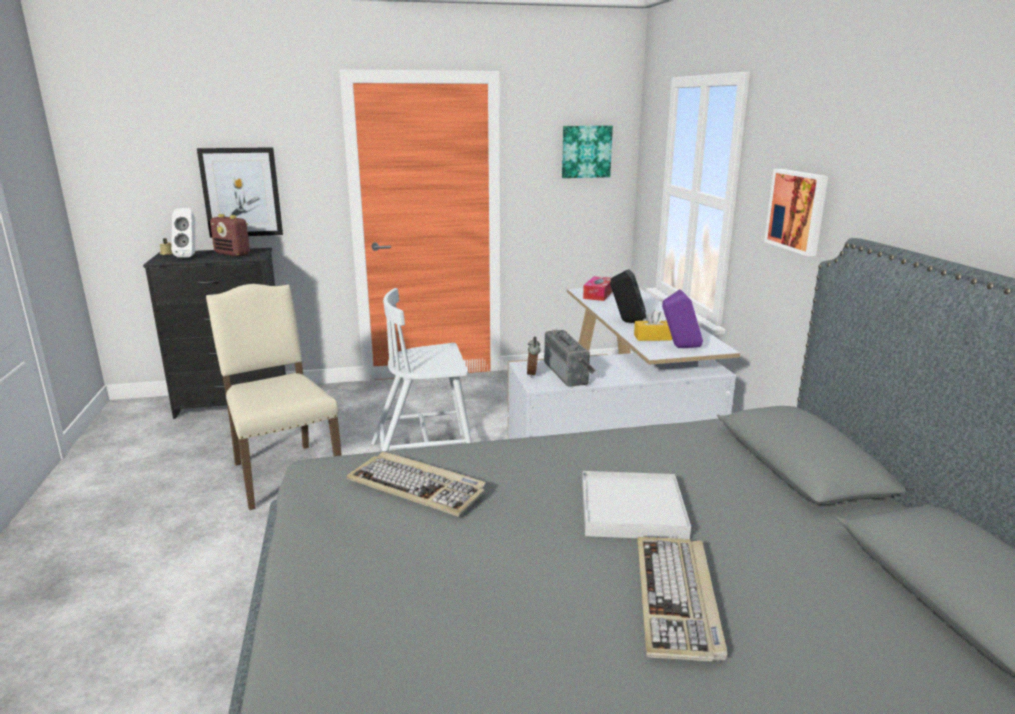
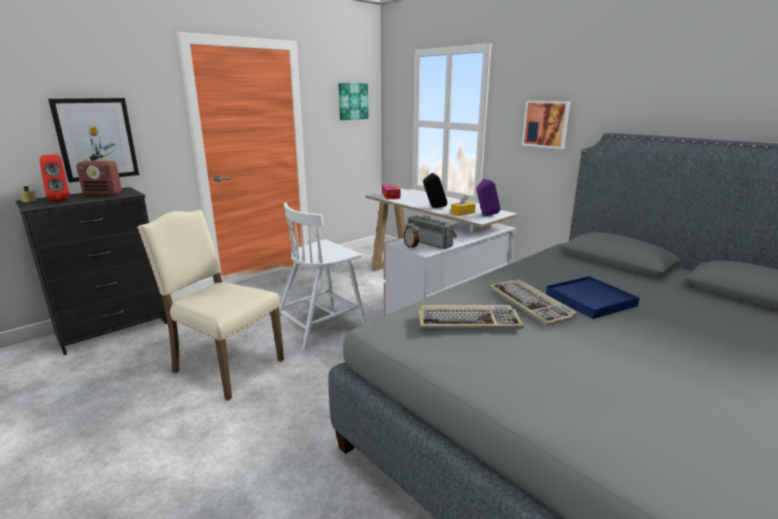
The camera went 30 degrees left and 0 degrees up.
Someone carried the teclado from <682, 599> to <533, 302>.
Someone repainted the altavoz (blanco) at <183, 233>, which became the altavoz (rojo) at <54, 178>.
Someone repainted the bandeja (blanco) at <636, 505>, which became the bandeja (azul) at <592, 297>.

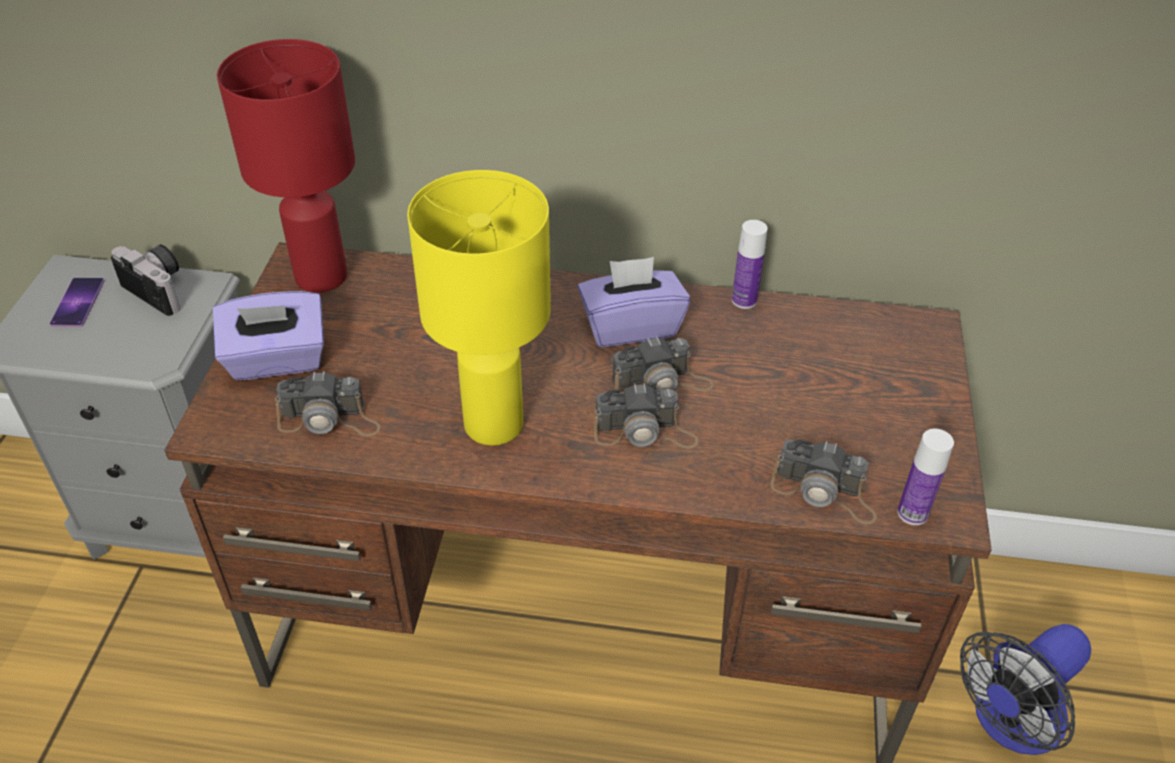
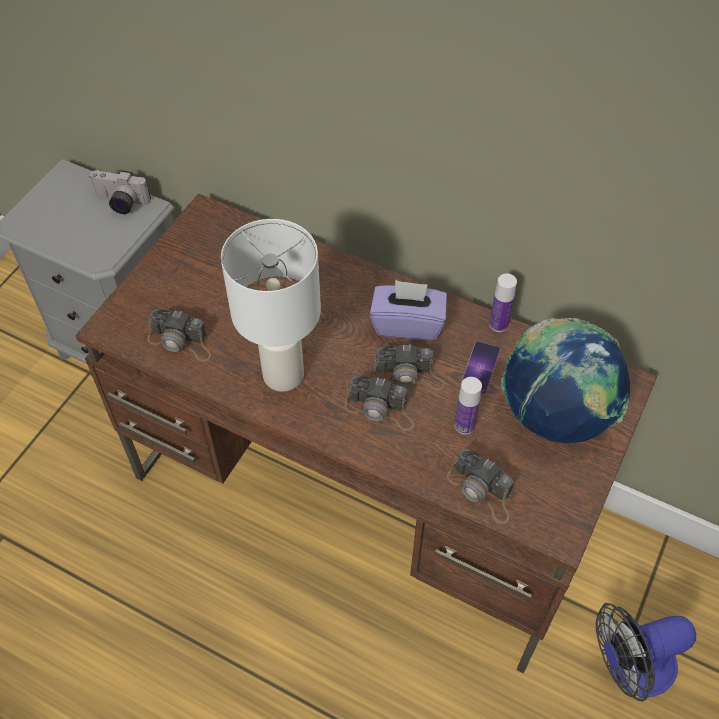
The camera went 20 degrees right and 10 degrees up.
Someone took away the caja de pañuelos (morado) at <268, 335>.
Someone took away the lámpara de mesa (rojo) at <286, 166>.
Someone put down the globo terráqueo at <565, 380>.
Someone carried the móvil from <77, 302> to <480, 368>.
Someone carried the botella from <925, 477> to <468, 406>.
Someone repainted the lámpara de mesa (amarillo) at <479, 308>, which became the lámpara de mesa (blanco) at <271, 305>.
Someone rotated the cámara at <146, 280> by 135 degrees clockwise.

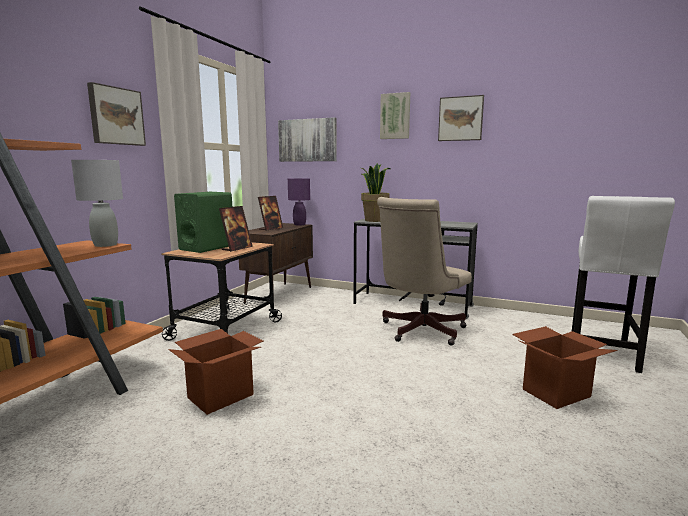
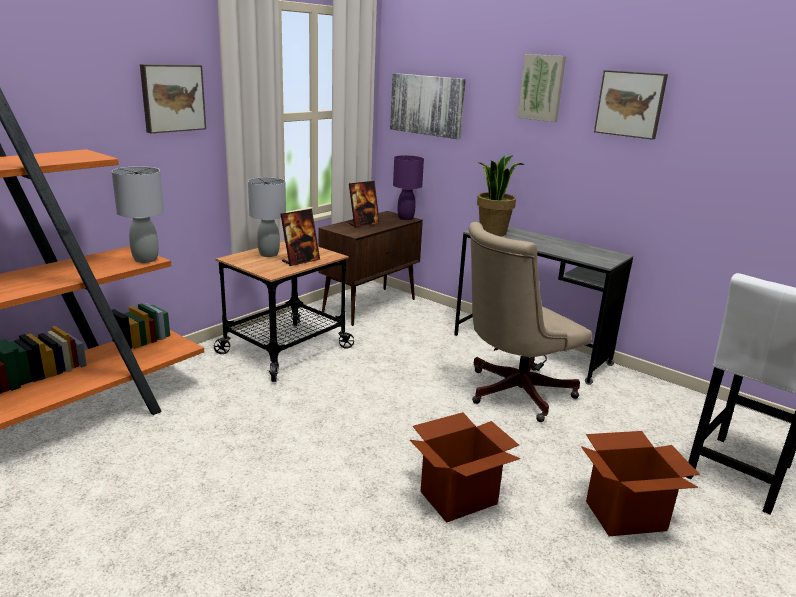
The camera went 15 degrees right and 10 degrees up.
Someone carried the caja de cartón from <216, 372> to <465, 467>.
Someone swapped the altavoz (verde) at <203, 222> for the lámpara de mesa (gris) at <267, 217>.

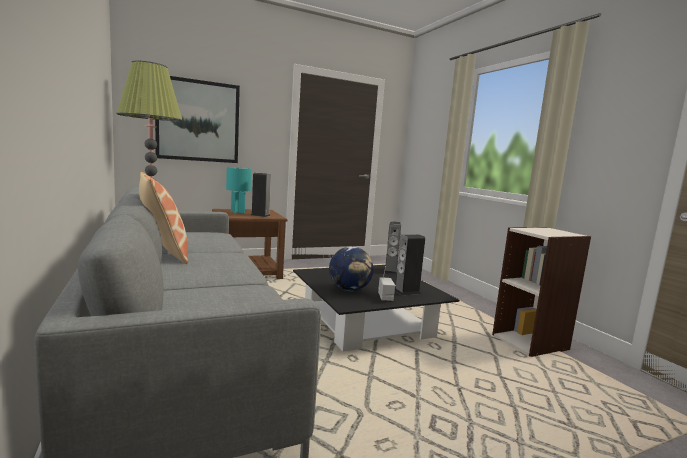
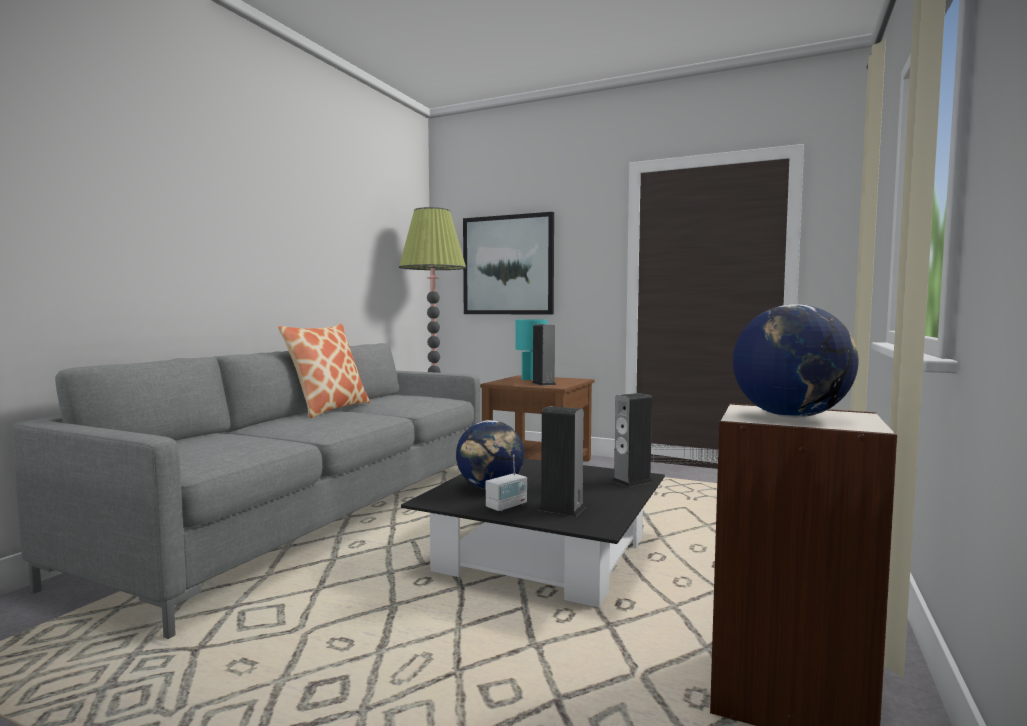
The camera went 50 degrees right and 5 degrees down.
Someone put down the globo terráqueo at <796, 361>.

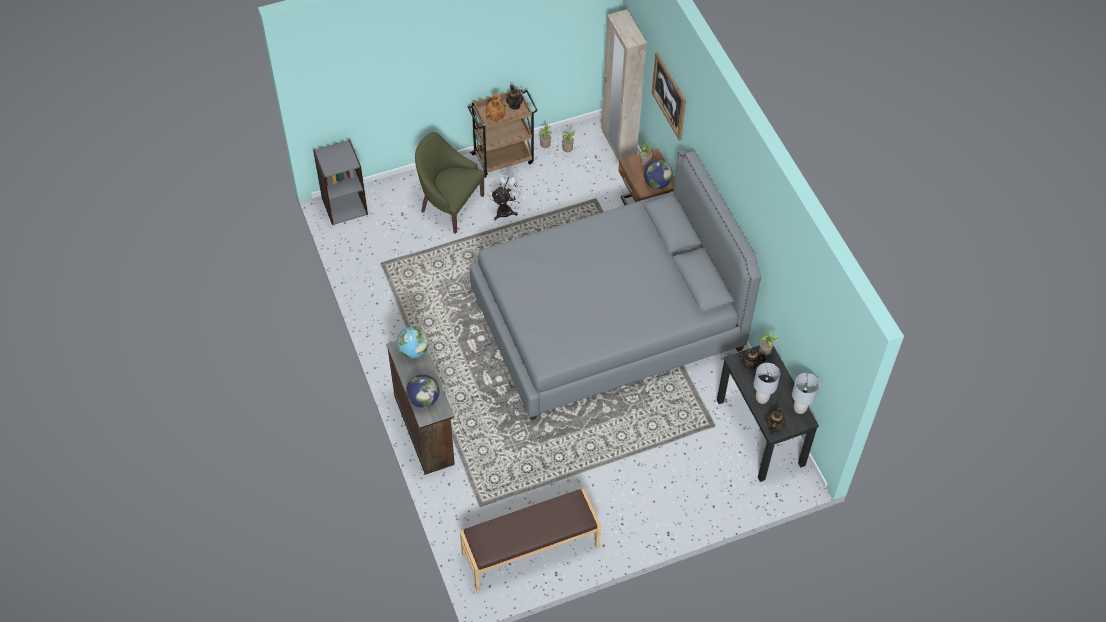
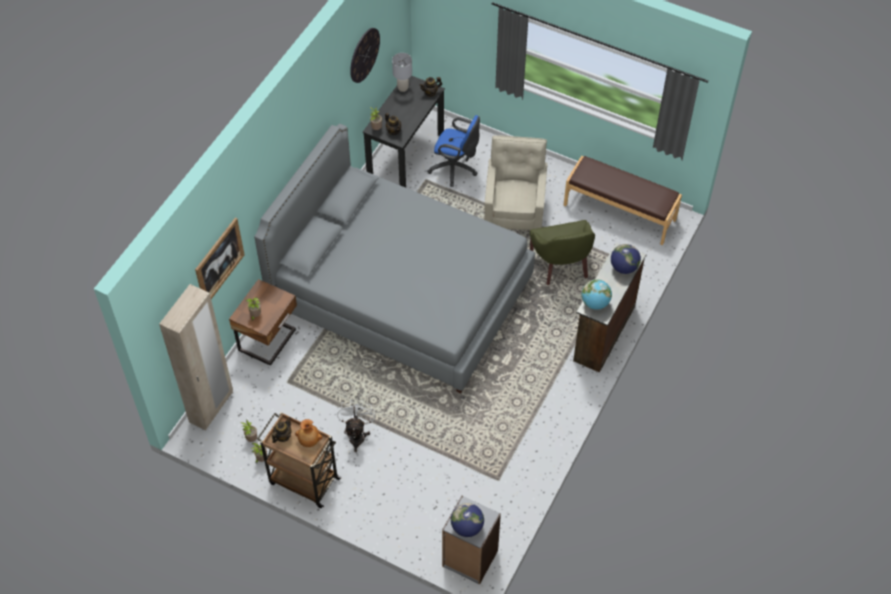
The camera went 130 degrees left and 0 degrees up.
Someone took away the lámpara de mesa (gris) at <767, 383>.
Someone put up the reloj de pared at <365, 55>.
Someone put down the silla de oficina (azul) at <453, 151>.
Someone put down the sillón (beis) at <516, 182>.
Someone carried the sillón (verde) from <450, 183> to <562, 252>.
Someone carried the globo terráqueo from <658, 174> to <467, 520>.
Someone rotated the ventilador (blanco) at <509, 195> by 90 degrees clockwise.

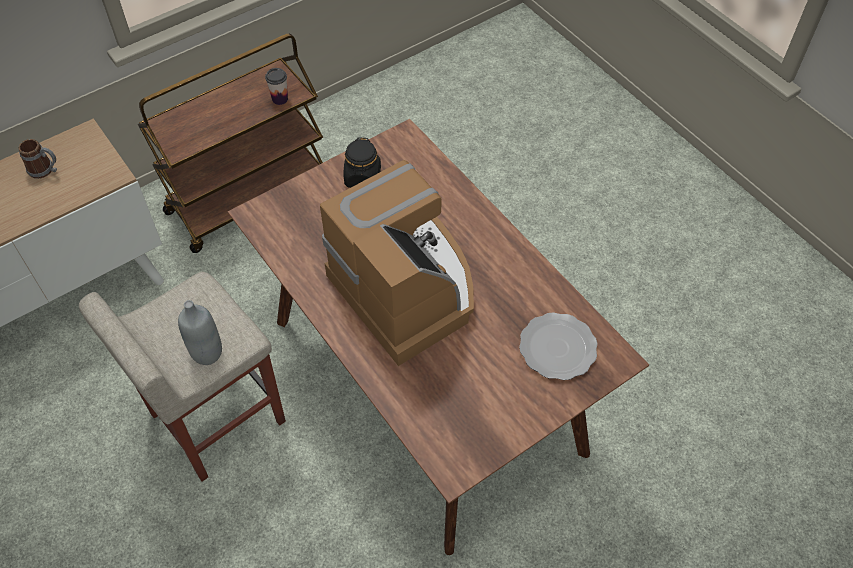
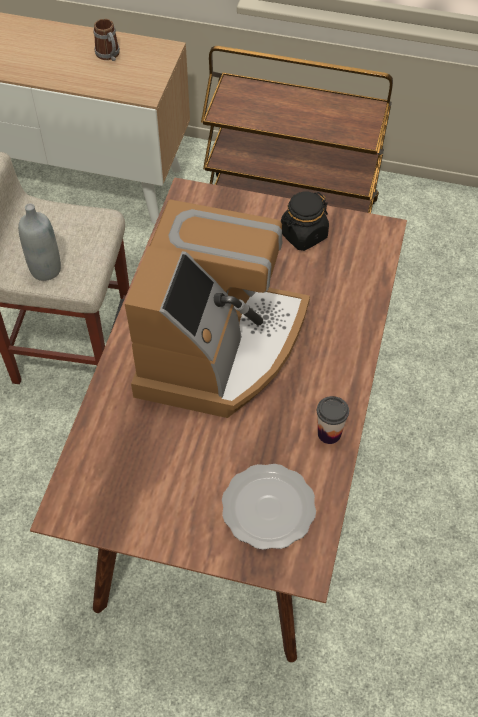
The camera went 50 degrees right and 0 degrees up.
Someone carried the taza from <276, 86> to <333, 420>.

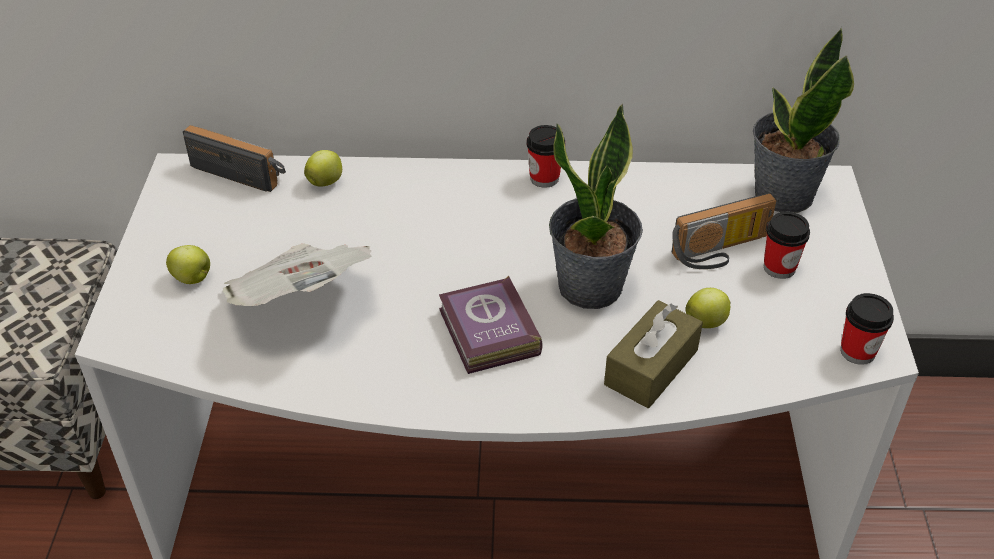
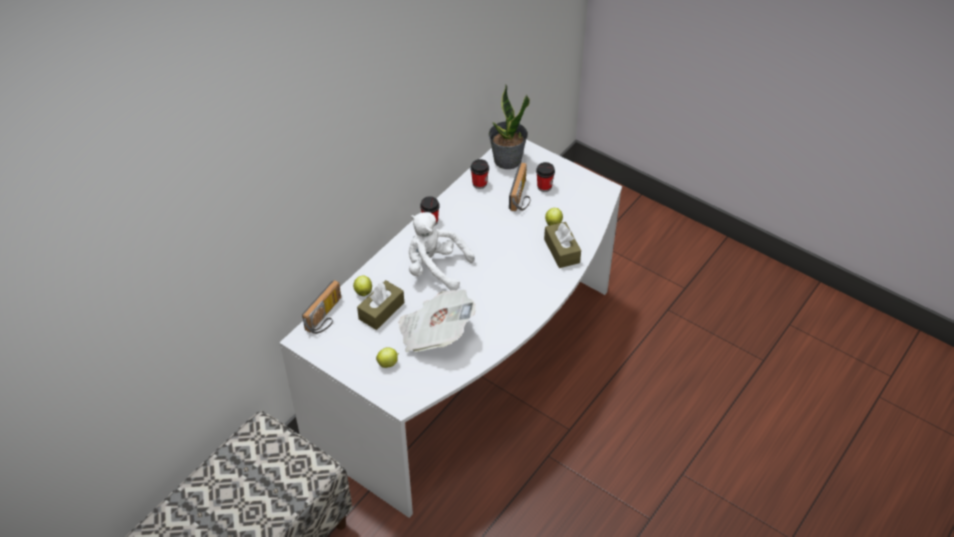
The camera went 55 degrees left and 5 degrees up.
Someone took away the libro at <491, 325>.
Someone took away the planta en maceta at <596, 206>.
Someone put down the caja de pañuelos (marrón) at <380, 305>.
Someone put down the peluche (blanco) at <442, 251>.
Someone carried the taza from <867, 329> to <479, 174>.
Someone rotated the radio at <234, 158> by 150 degrees clockwise.

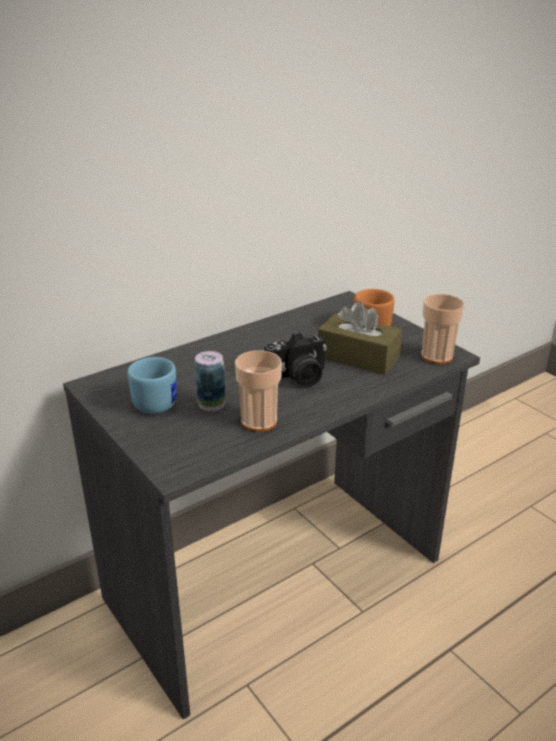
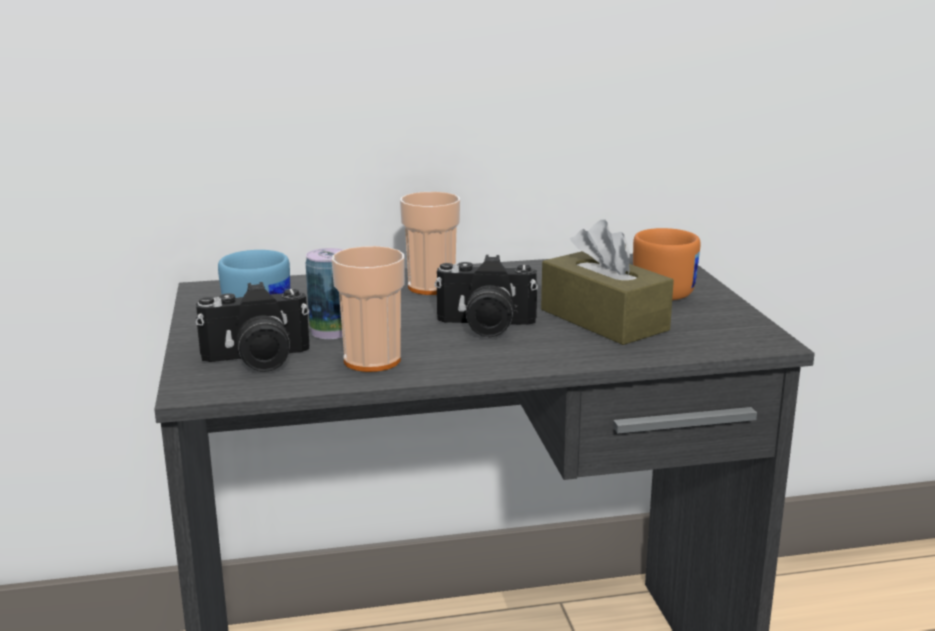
The camera went 25 degrees right and 10 degrees down.
Someone put down the cámara at <252, 327>.
Someone carried the taza from <443, 329> to <430, 243>.

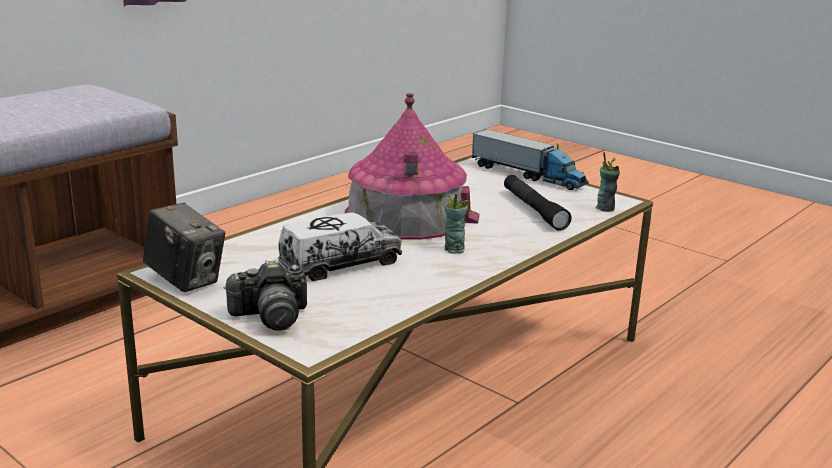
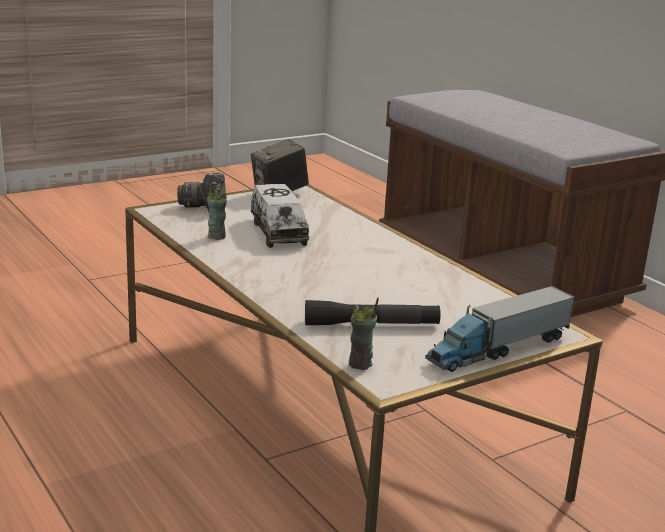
The camera went 105 degrees right and 0 degrees up.
Someone took away the casita at <412, 166>.
Someone carried the taza from <457, 224> to <217, 211>.

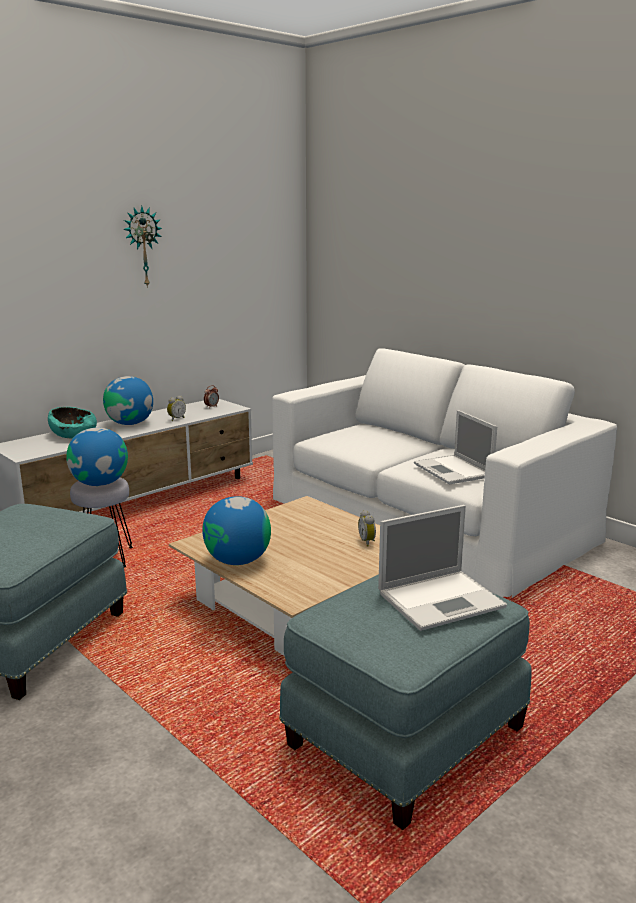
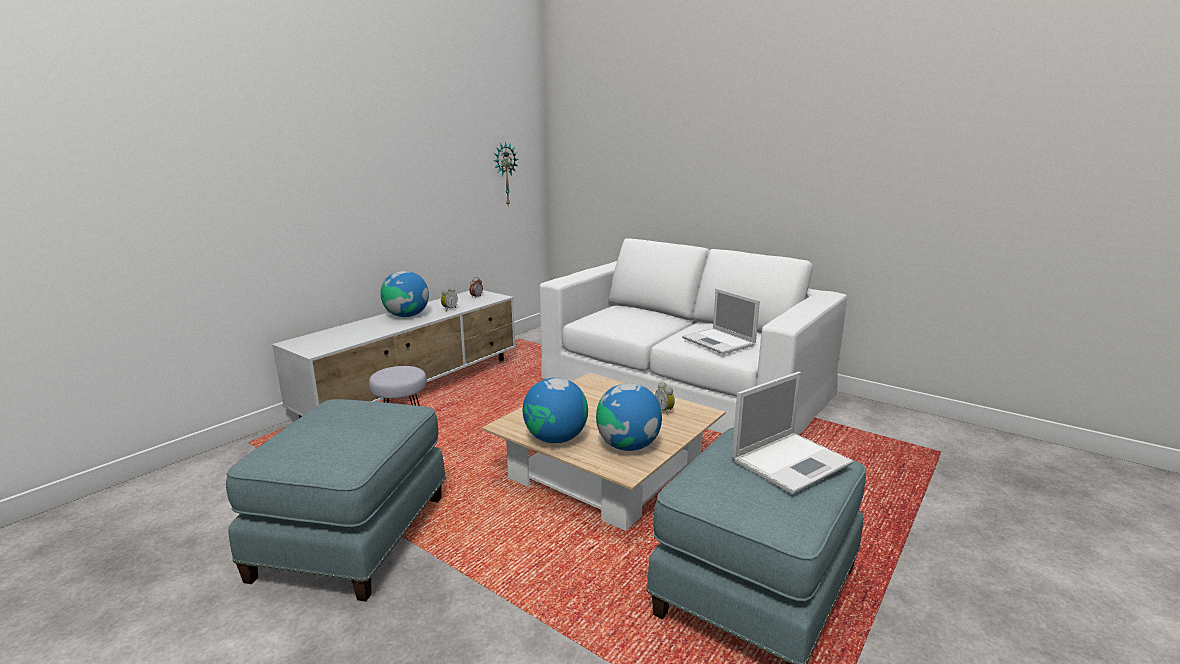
The camera went 10 degrees left and 0 degrees up.
Someone took away the cuenco (turquesa) at <72, 422>.
Someone carried the globo terráqueo from <97, 457> to <629, 417>.
Someone carried the reloj de pared from <142, 247> to <506, 173>.

